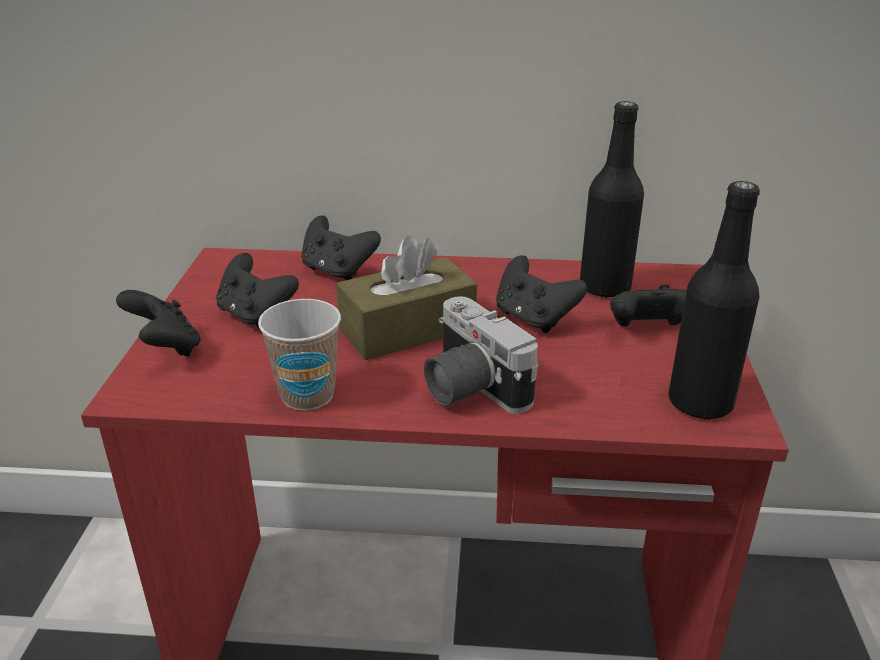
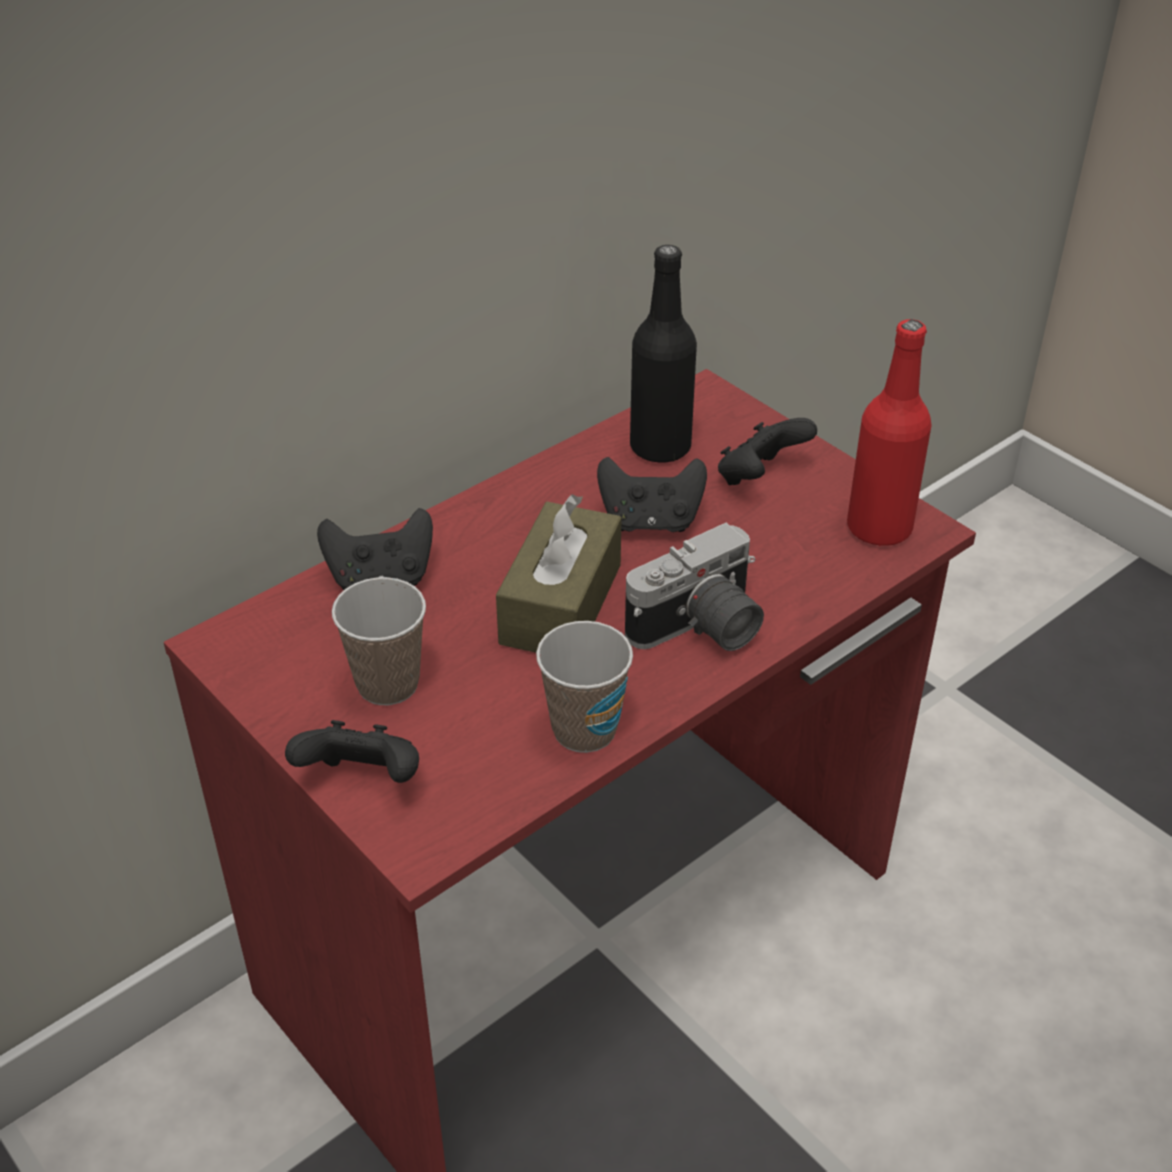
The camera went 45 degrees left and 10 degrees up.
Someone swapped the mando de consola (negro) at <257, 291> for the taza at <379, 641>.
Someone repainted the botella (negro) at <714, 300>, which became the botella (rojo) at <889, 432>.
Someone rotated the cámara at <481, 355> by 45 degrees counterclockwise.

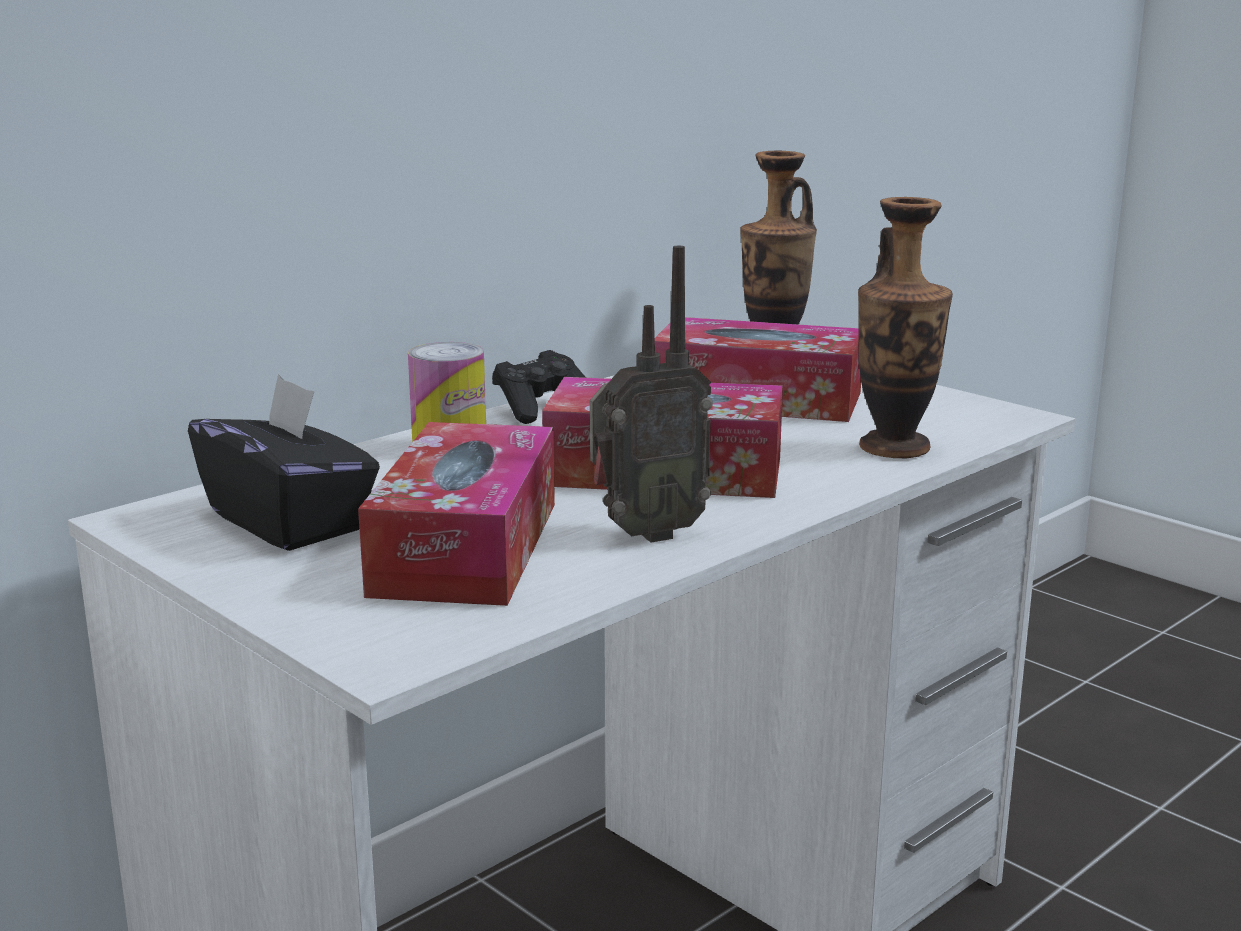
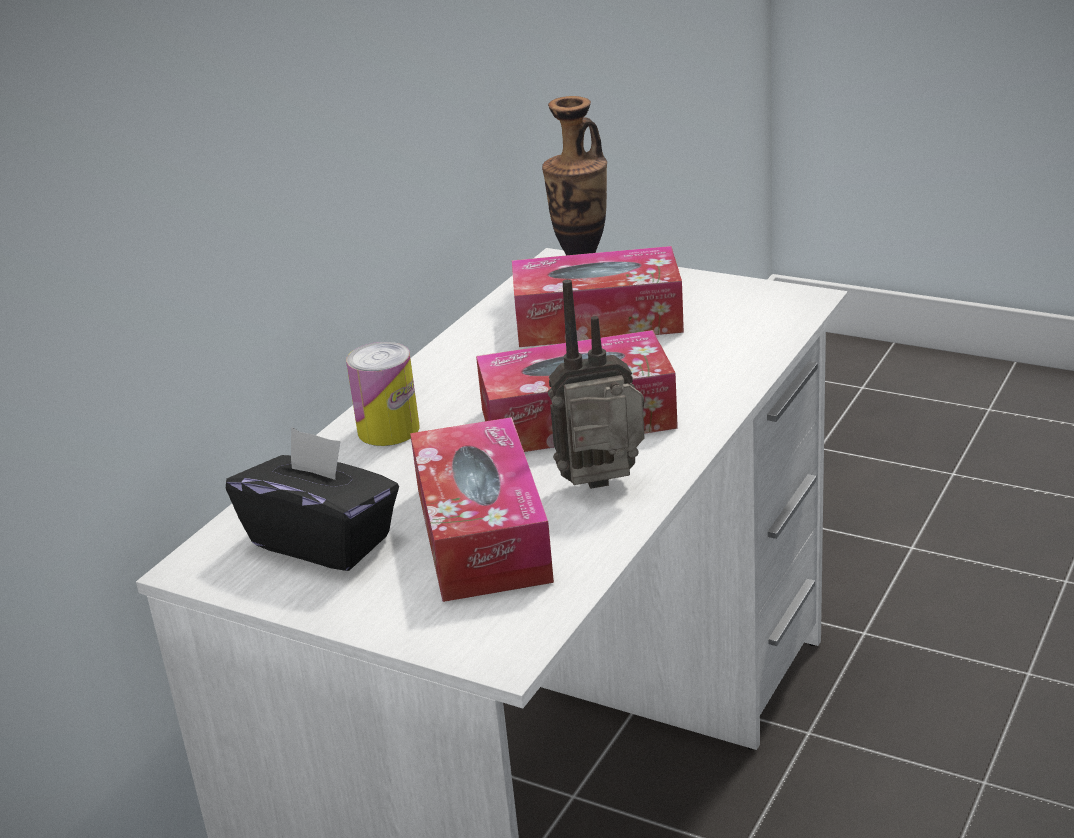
The camera went 15 degrees left and 10 degrees up.
Someone took away the mando de consola (negro) at <539, 387>.
Someone took away the florero at <905, 327>.
Someone rotated the radio at <651, 394> by 150 degrees counterclockwise.

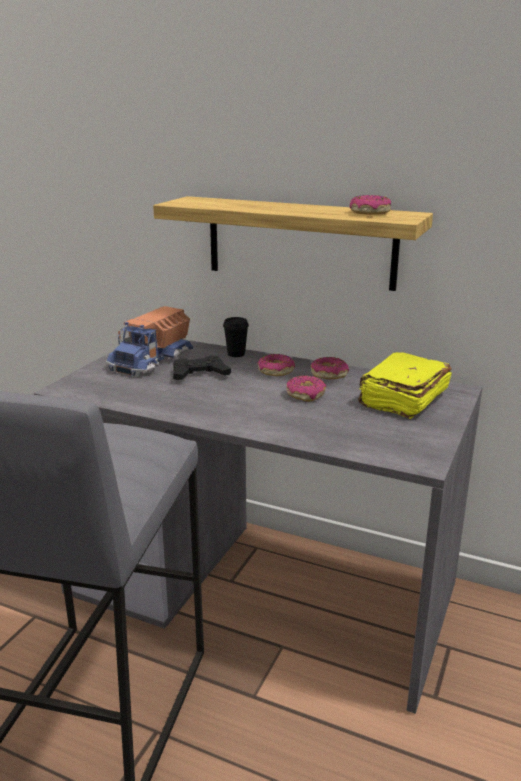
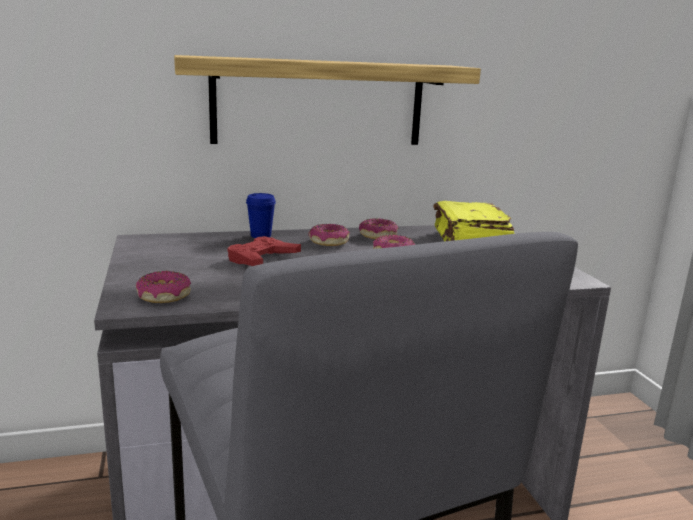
The camera went 40 degrees left and 5 degrees down.
Someone took away the camión de juguete at <149, 341>.
Someone carried the rosquilla from <370, 205> to <163, 287>.
Someone repainted the mando de consola (negro) at <202, 368>, which became the mando de consola (rojo) at <264, 251>.
Someone repainted the taza (negro) at <236, 337>, which became the taza (azul) at <261, 215>.

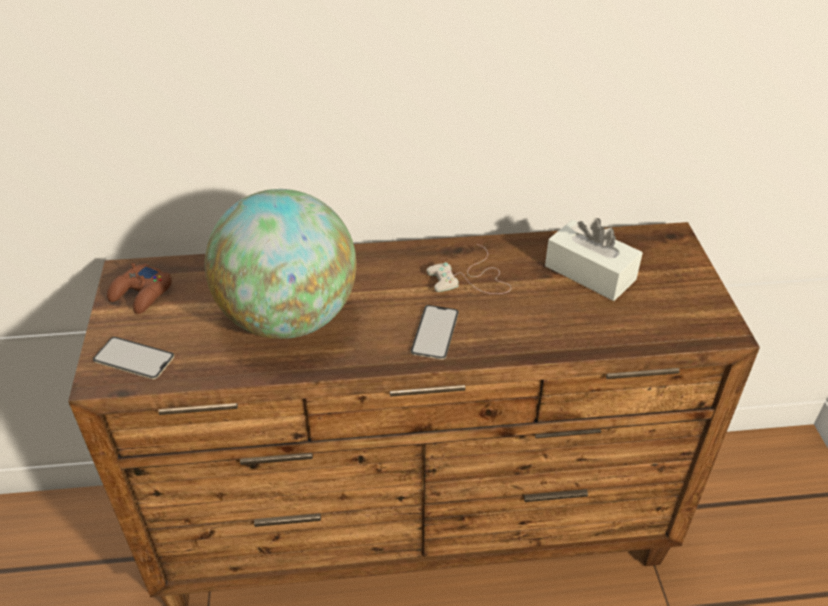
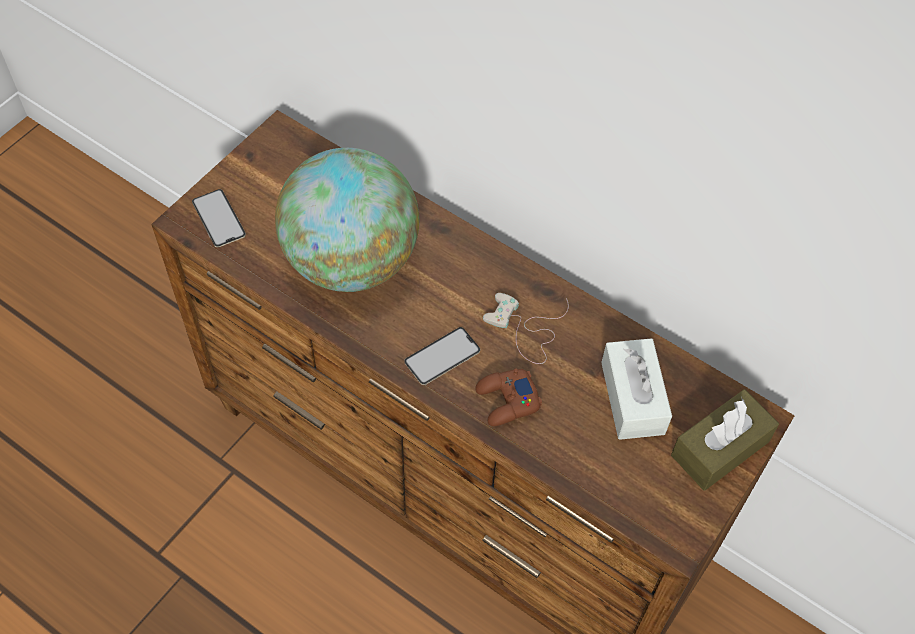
The camera went 40 degrees right and 15 degrees up.
Someone put down the caja de pañuelos (marrón) at <725, 440>.
Someone carried the mando de consola (marrón) from <139, 288> to <508, 397>.

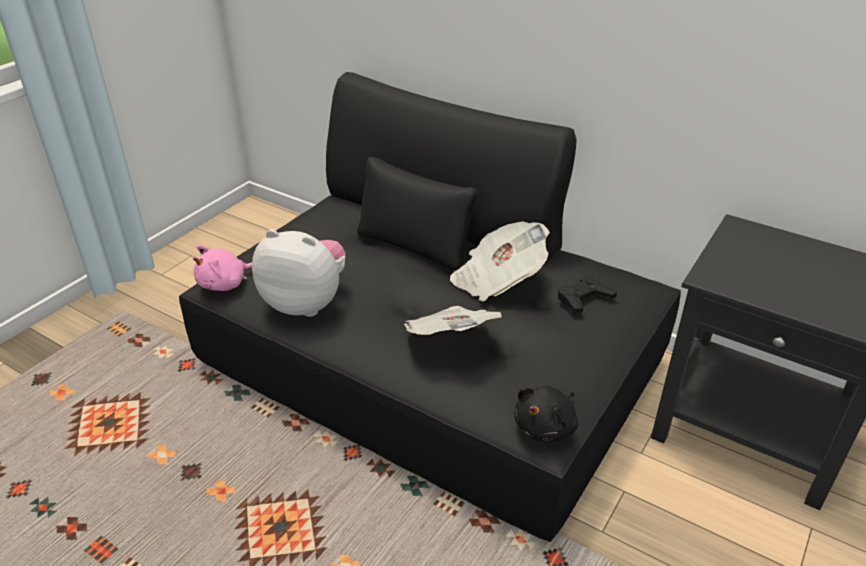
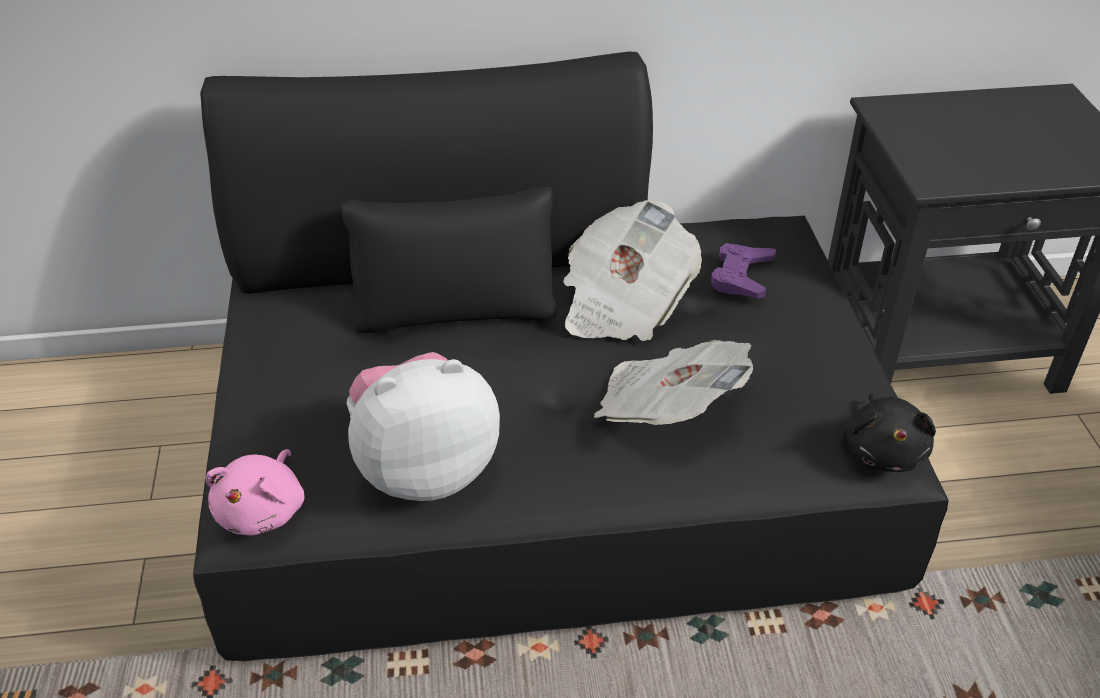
The camera went 40 degrees left and 5 degrees up.
Someone repainted the mando de consola (negro) at <587, 295>, which became the mando de consola (morado) at <744, 271>.

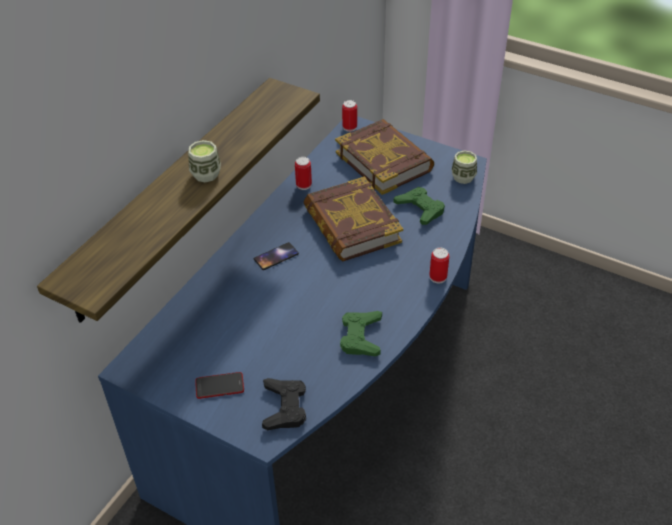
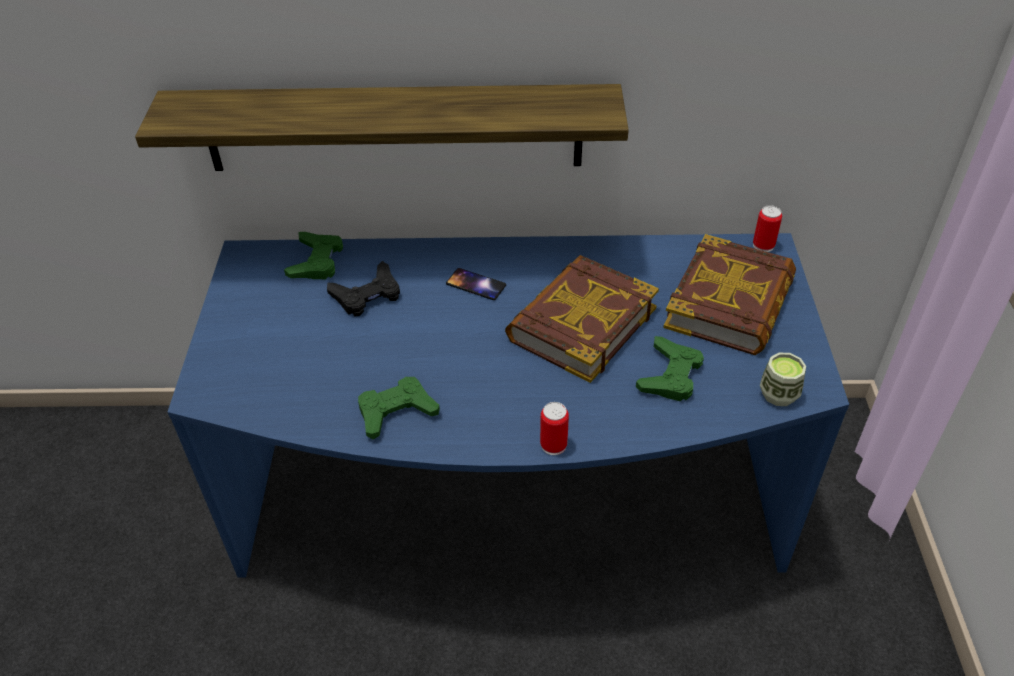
The camera went 60 degrees right and 0 degrees up.
Someone took away the taza at <204, 161>.
Someone took away the móvil at <219, 385>.
Someone took away the lata at <303, 173>.
Someone put down the mando de consola (verde) at <313, 255>.
Someone carried the mando de consola (negro) from <284, 404> to <363, 289>.

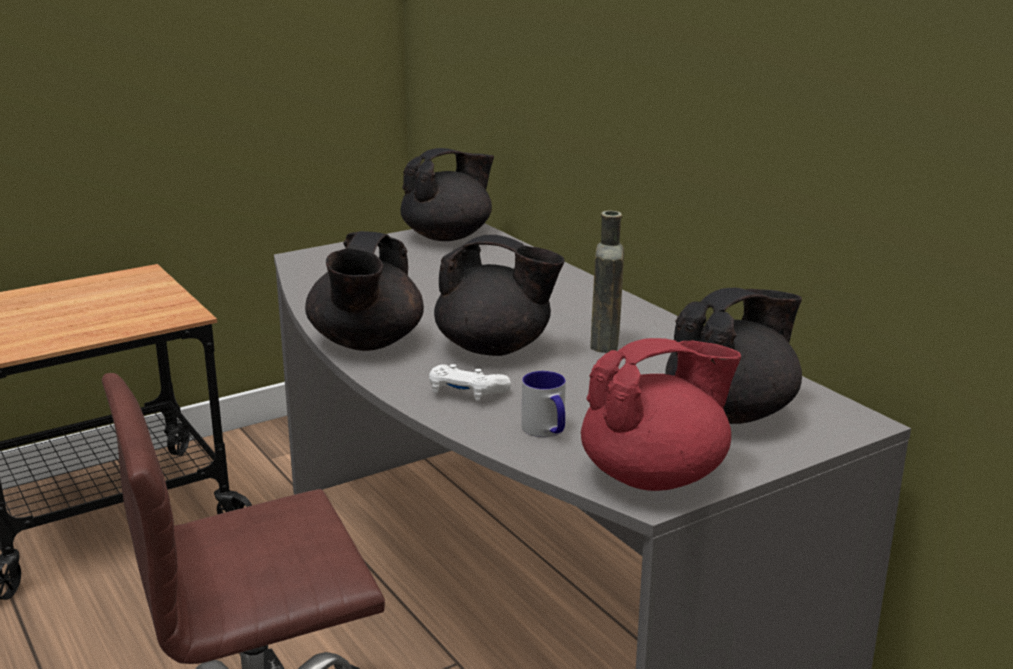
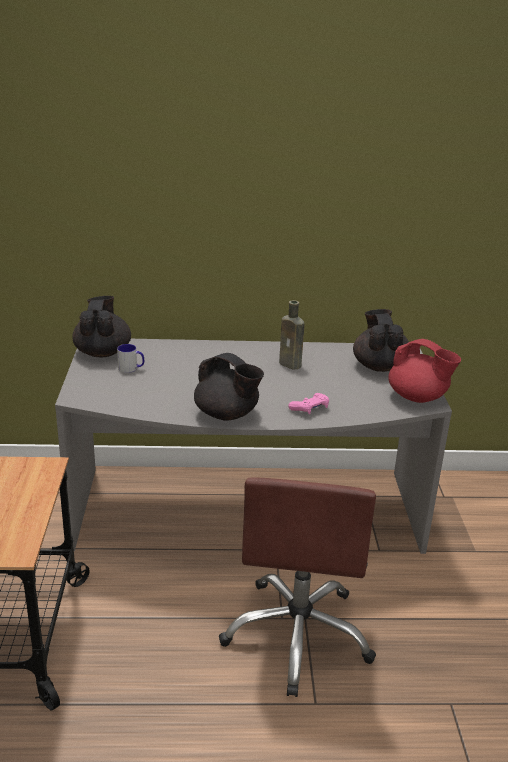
The camera went 60 degrees left and 5 degrees up.
Someone took away the tetera (negro) at <499, 295>.
Someone carried the taza grande from <544, 404> to <130, 358>.
Someone repainted the mando de consola (blanco) at <470, 382>, which became the mando de consola (rosa) at <308, 403>.
Someone rotated the tetera (rojo) at <661, 414> by 120 degrees clockwise.

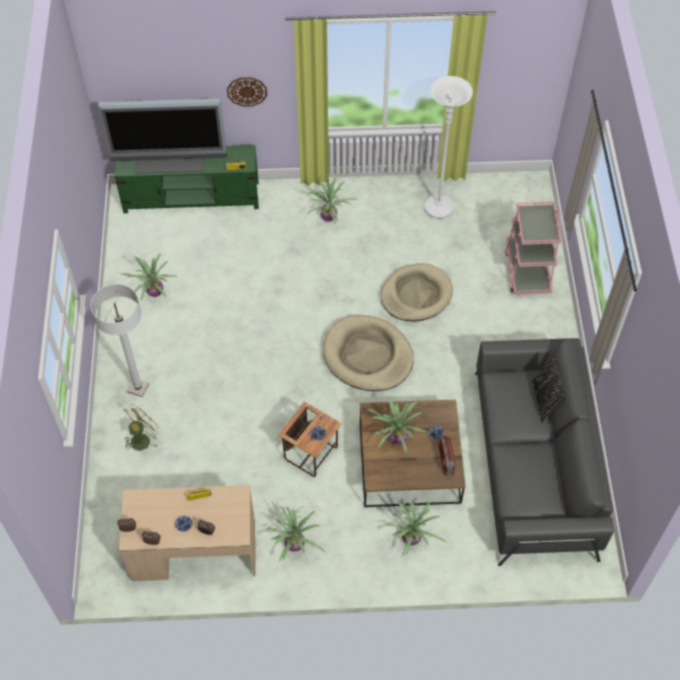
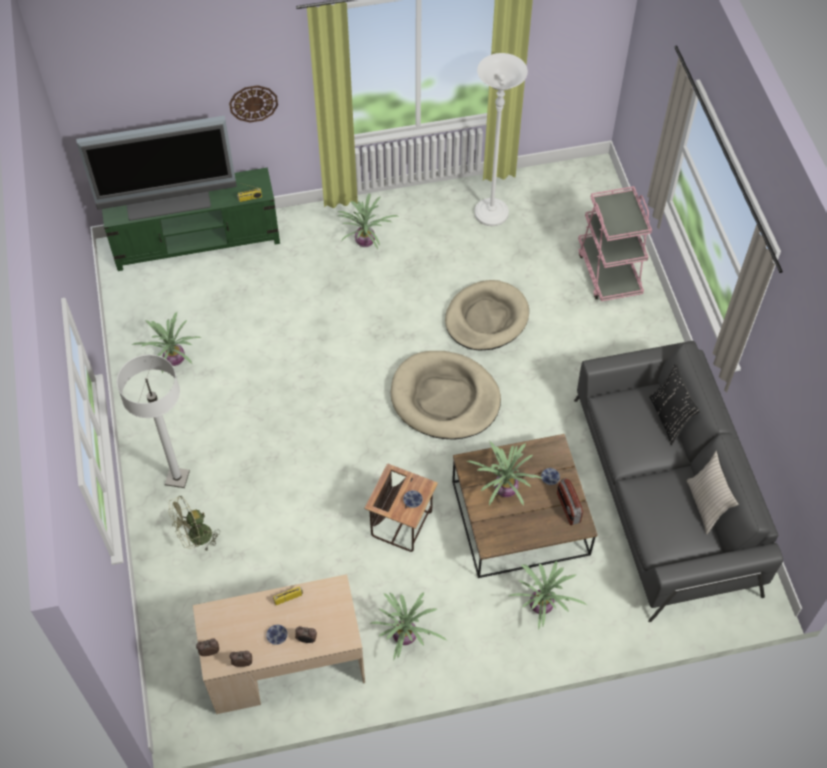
The camera went 10 degrees left and 0 degrees up.
Someone put down the cojín (beis) at <713, 493>.
Someone rotated the ventilador (verde) at <143, 427> by 150 degrees counterclockwise.

